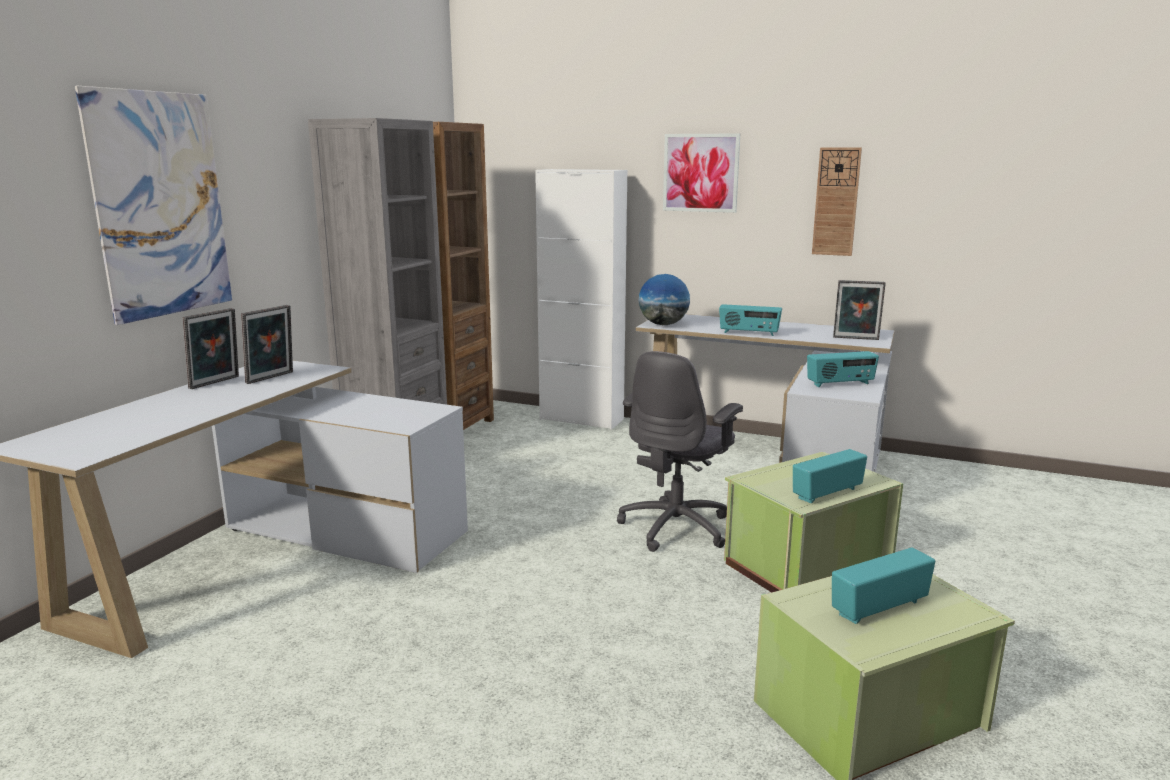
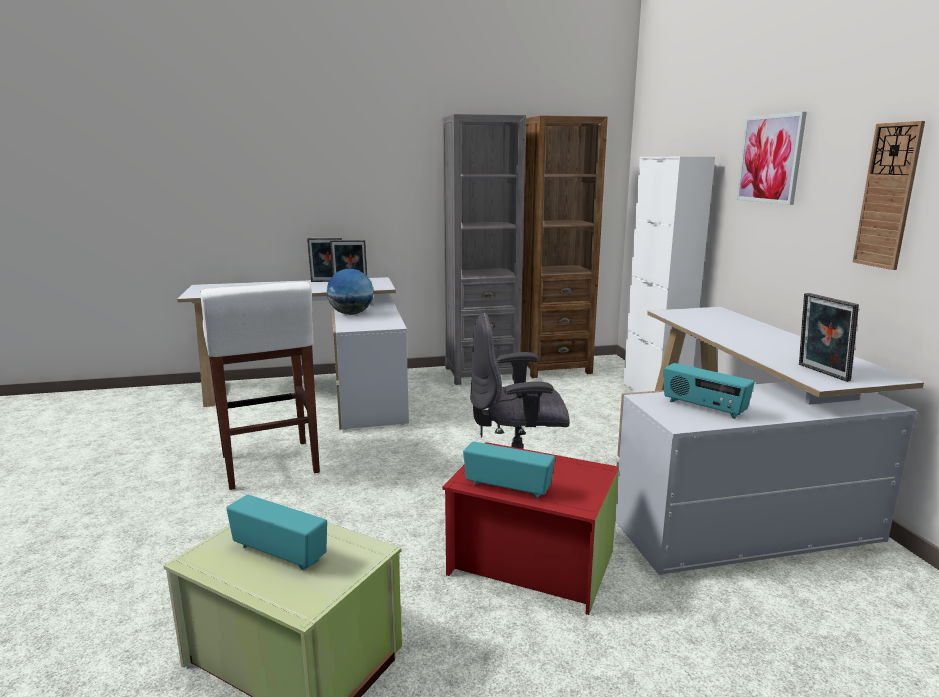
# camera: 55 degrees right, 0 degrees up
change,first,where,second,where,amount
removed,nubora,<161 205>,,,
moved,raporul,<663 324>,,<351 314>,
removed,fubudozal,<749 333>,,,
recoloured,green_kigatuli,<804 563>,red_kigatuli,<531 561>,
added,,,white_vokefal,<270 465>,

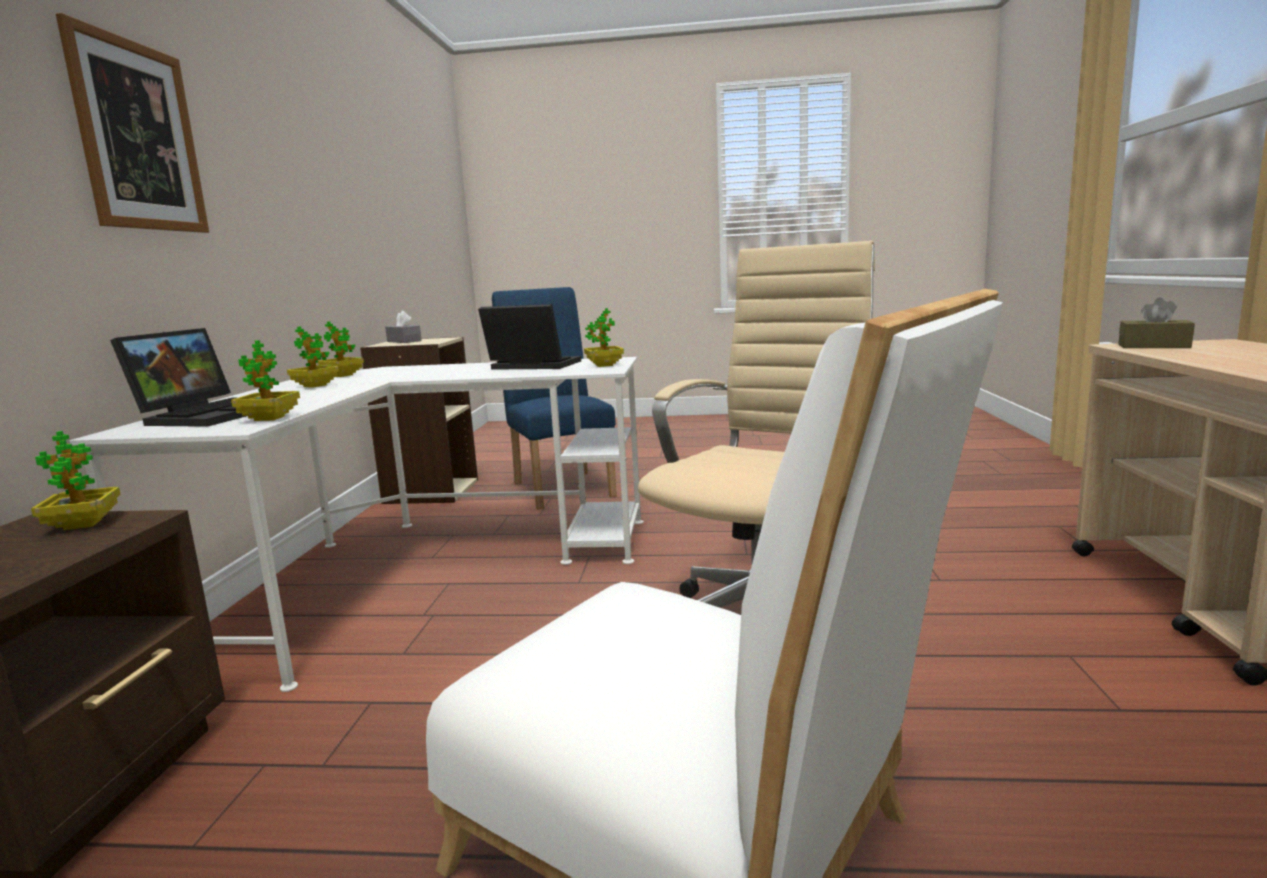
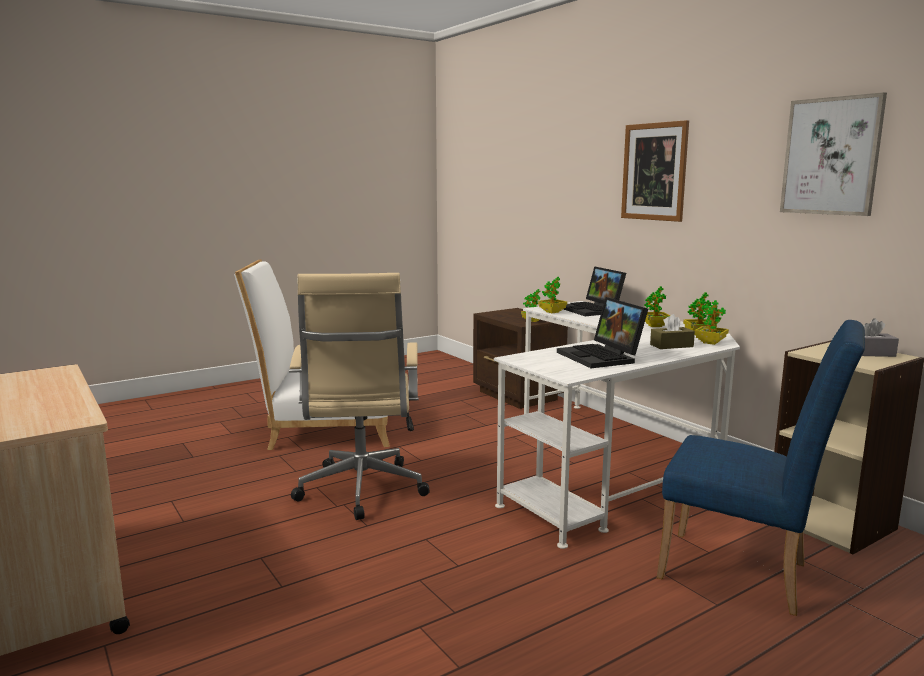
# camera: 140 degrees right, 0 degrees up
change,first,where,second,where,amount
turned,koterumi,<531 366>,,<602 357>,90 degrees clockwise
moved,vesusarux,<604 365>,,<710 342>,
moved,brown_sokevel,<1153 346>,,<671 345>,
added,,,nubora,<831 156>,

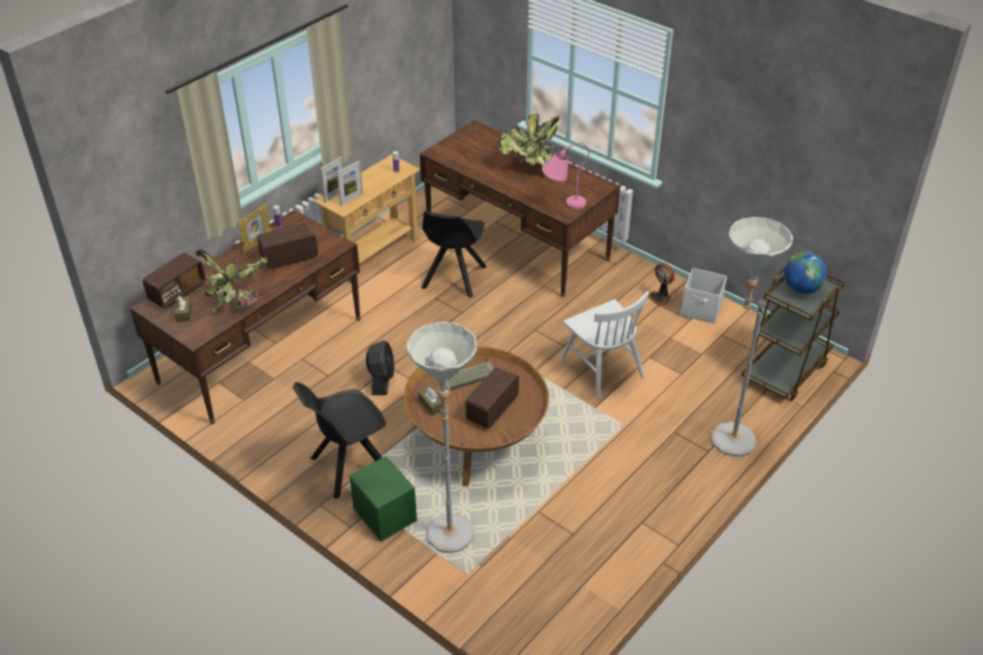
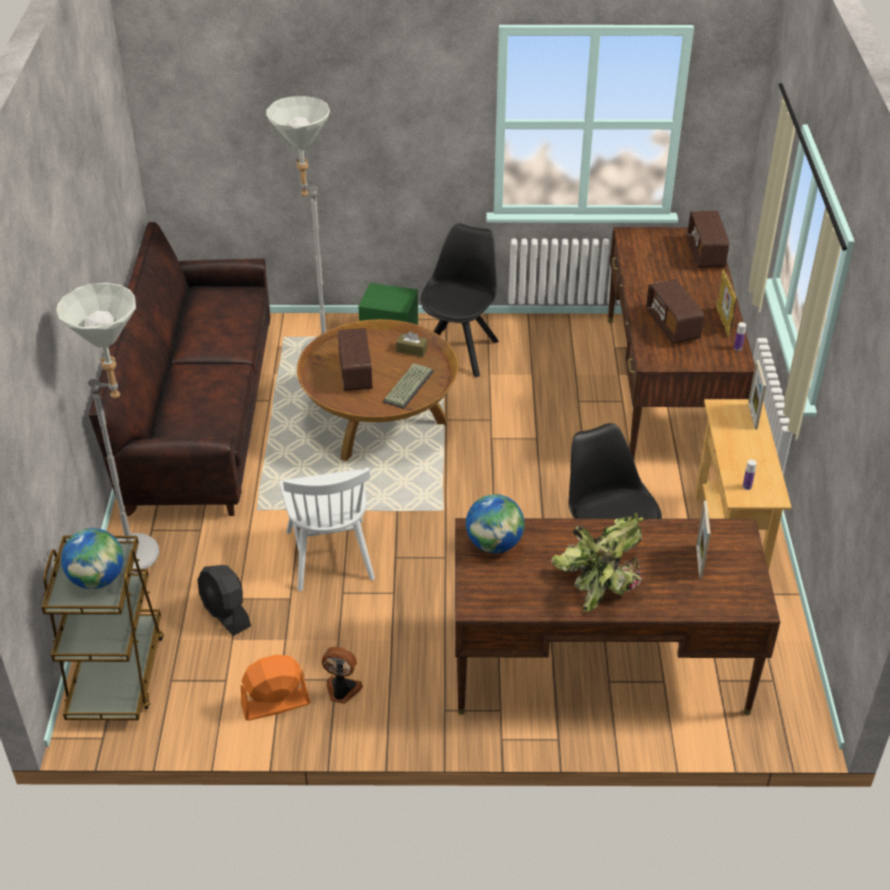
# camera: 140 degrees right, 0 degrees up
change,first,where,second,where,amount
removed,brown_sokevel,<184 313>,,,
removed,vesusarux,<238 300>,,,
turned,fubudozal,<289 258>,,<672 326>,135 degrees clockwise
moved,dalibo,<351 199>,,<699 561>,
moved,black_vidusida,<381 379>,,<225 613>,
replaced,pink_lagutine,<562 204>,raporul,<494 544>,
turned,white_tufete,<602 368>,,<330 554>,120 degrees counterclockwise
replaced,white_kigatuli,<702 310>,orange_vidusida,<275 704>,
added,,,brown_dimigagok,<199 417>,

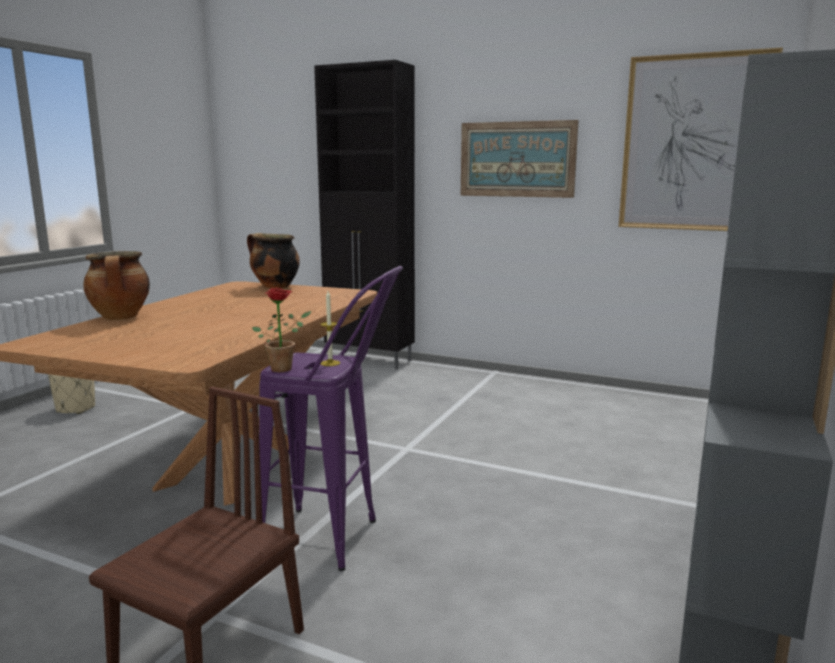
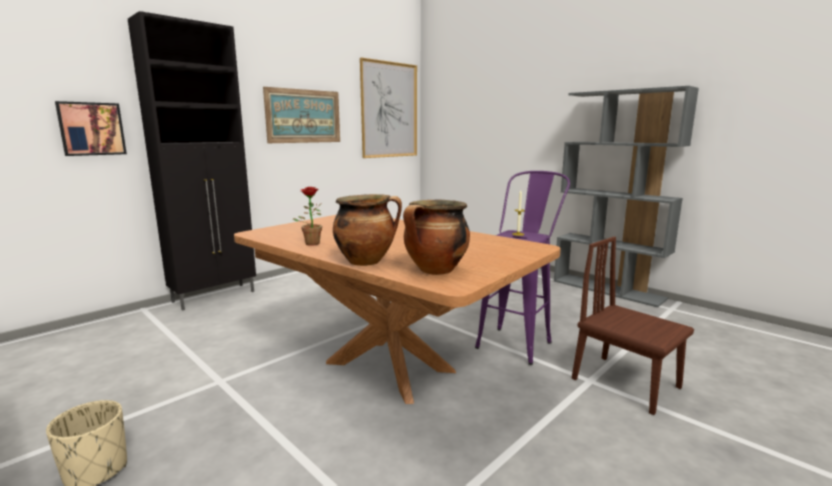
# camera: 70 degrees left, 0 degrees up
change,first,where,second,where,amount
moved,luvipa,<274 287>,,<435 271>,
moved,vesusarux,<285 368>,,<311 243>,
added,,,nubora,<91 129>,

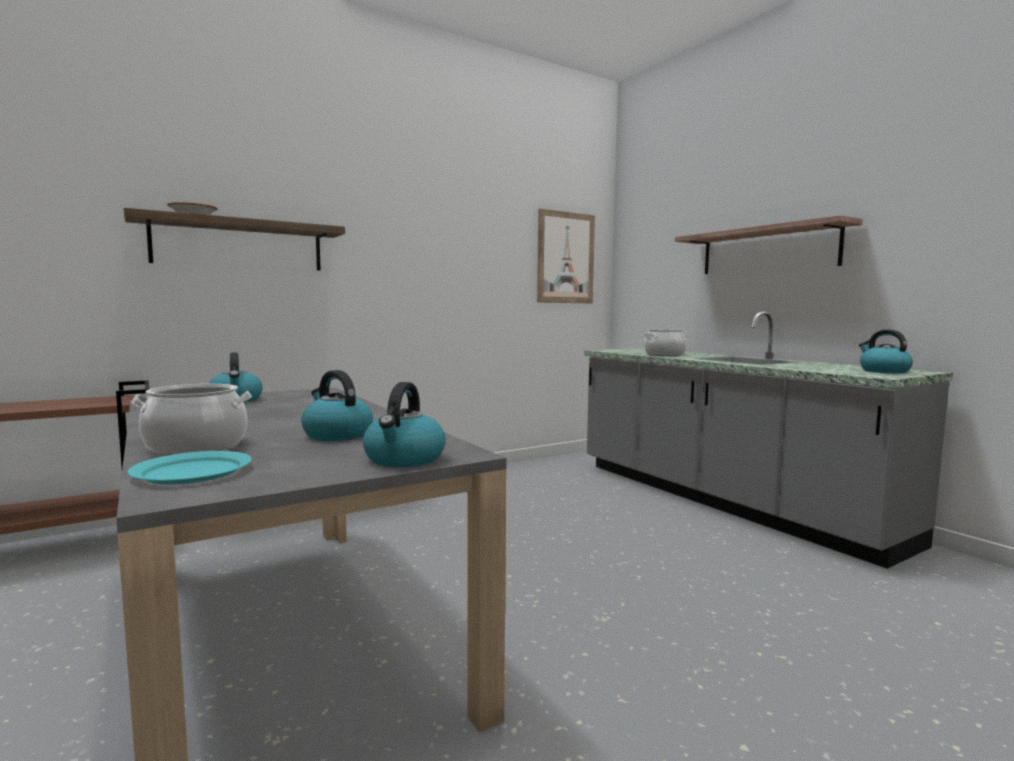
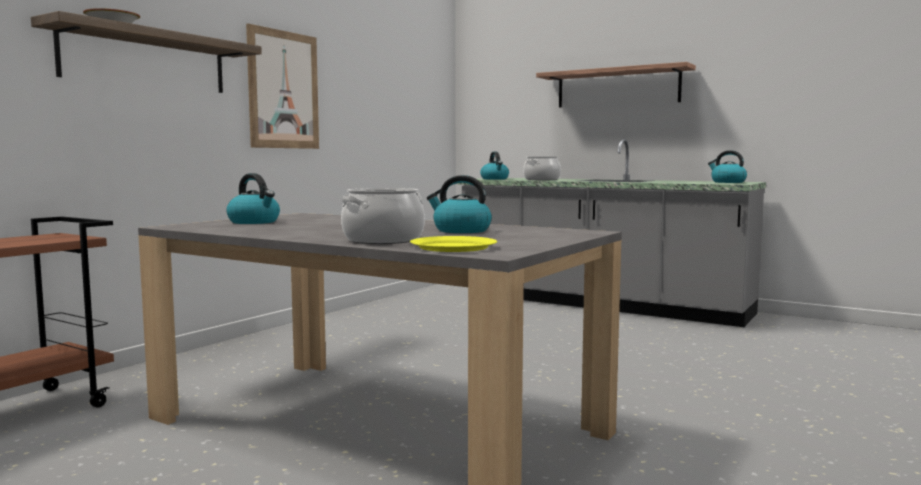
# camera: 25 degrees left, 0 degrees up
change,first,where,second,where,amount
recoloured,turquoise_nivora,<193 471>,yellow_nivora,<453 247>,
moved,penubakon,<404 459>,,<495 179>,
moved,nubora,<565 258>,,<283 90>,

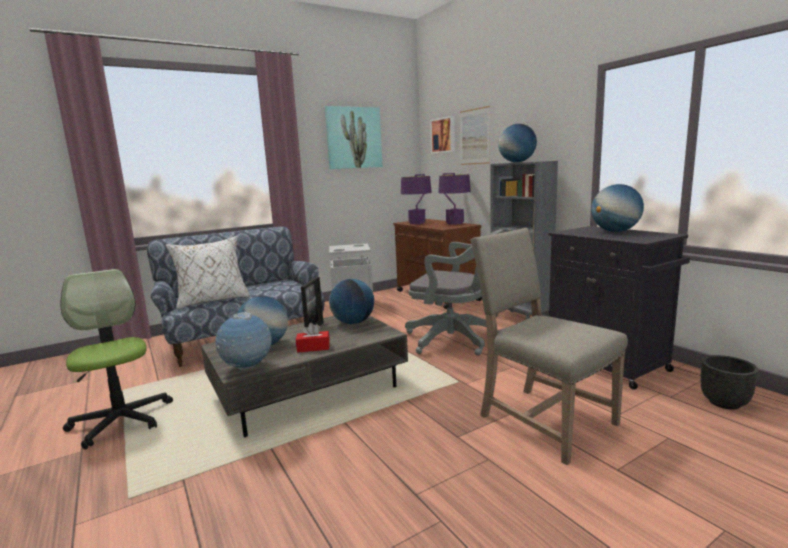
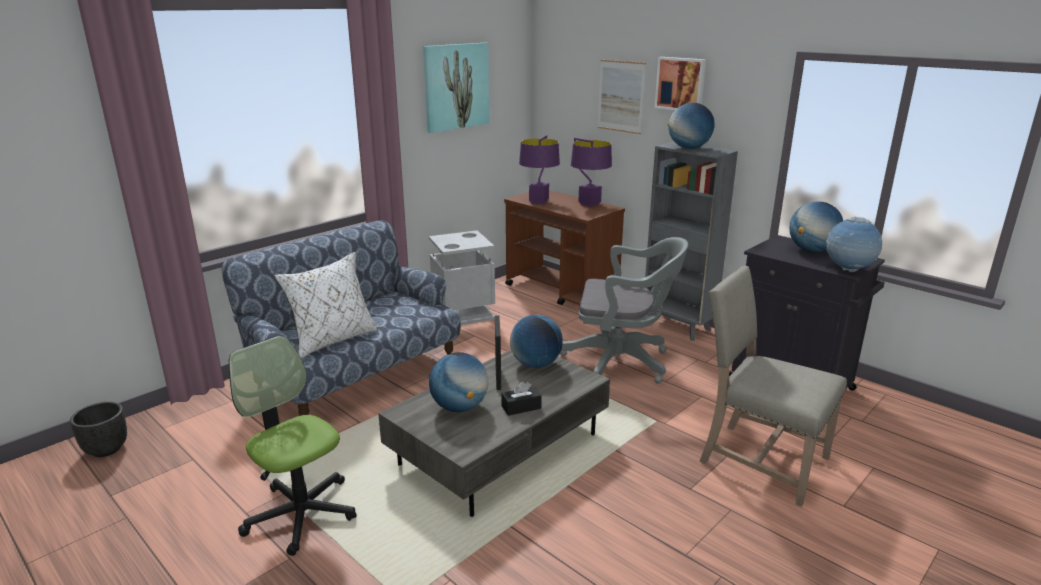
# camera: 15 degrees left, 10 degrees up
change,first,where,second,where,amount
moved,raporul,<247 368>,,<848 270>,
recoloured,red_sokevel,<313 348>,black_sokevel,<521 407>,
moved,nubora,<444 135>,,<681 84>,
moved,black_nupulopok,<725 403>,,<107 449>,

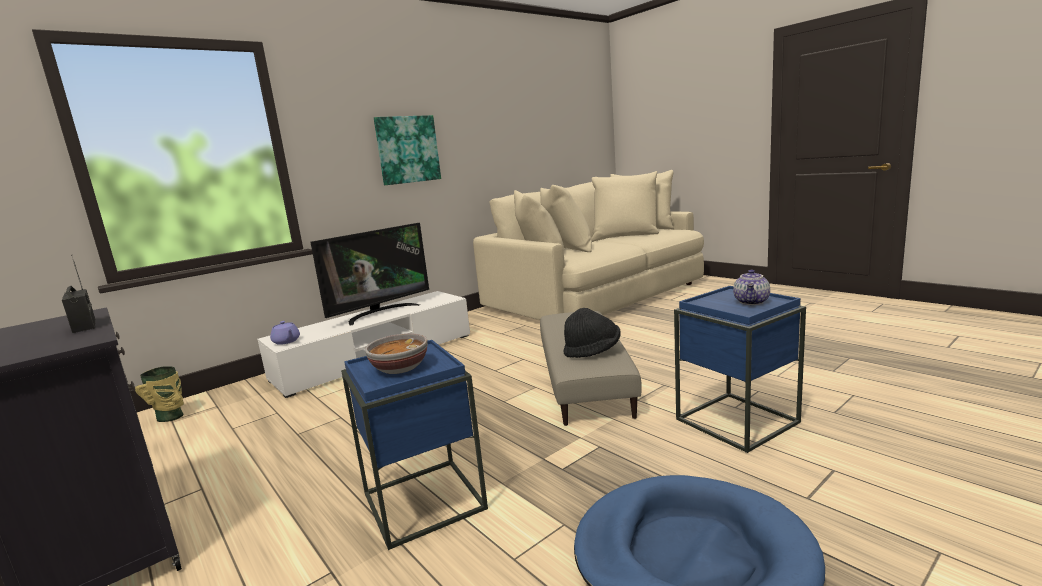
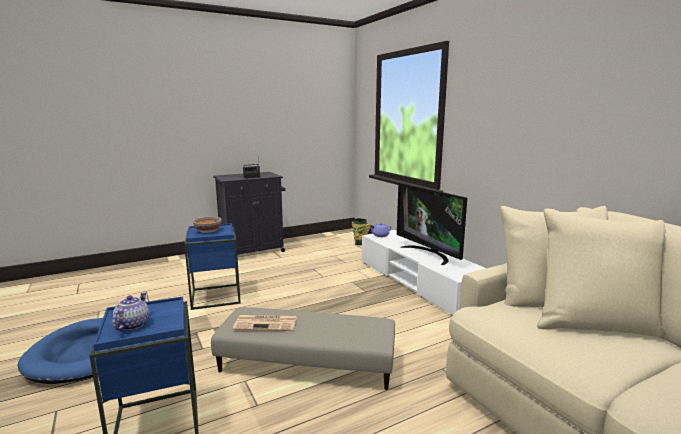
# camera: 100 degrees right, 0 degrees up
change,first,where,second,where,amount
removed,nubora,<407 149>,,,
replaced,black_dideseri,<592 351>,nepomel,<267 323>,
turned,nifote,<752 302>,,<132 324>,60 degrees clockwise

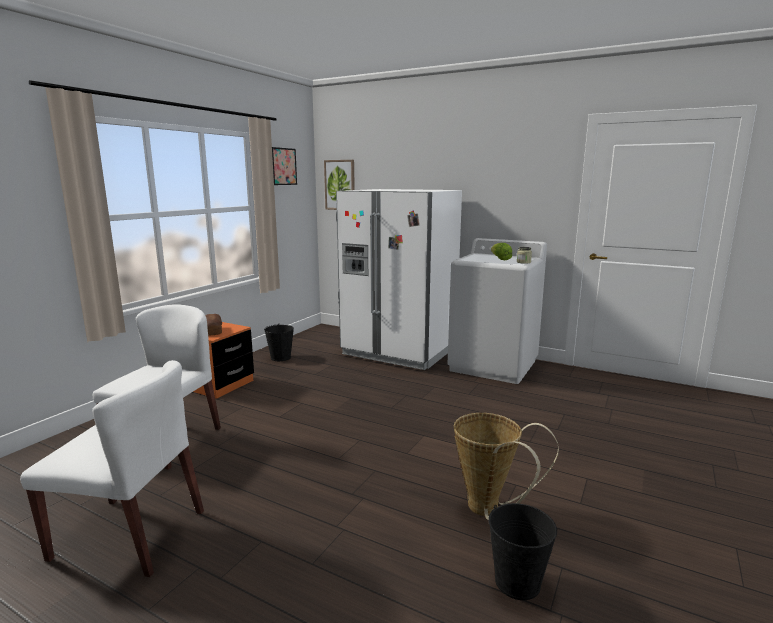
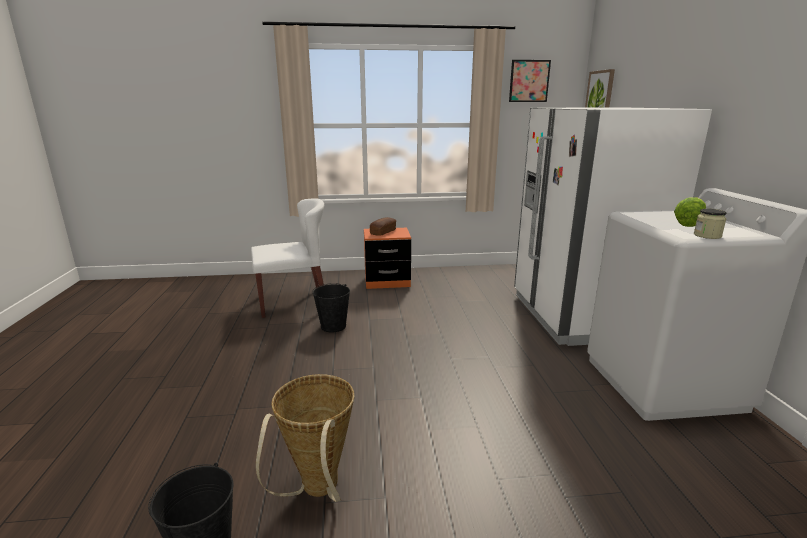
# camera: 55 degrees right, 5 degrees up
change,first,where,second,where,amount
removed,white_tufete,<130 534>,,,
moved,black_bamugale,<281 357>,,<333 326>,

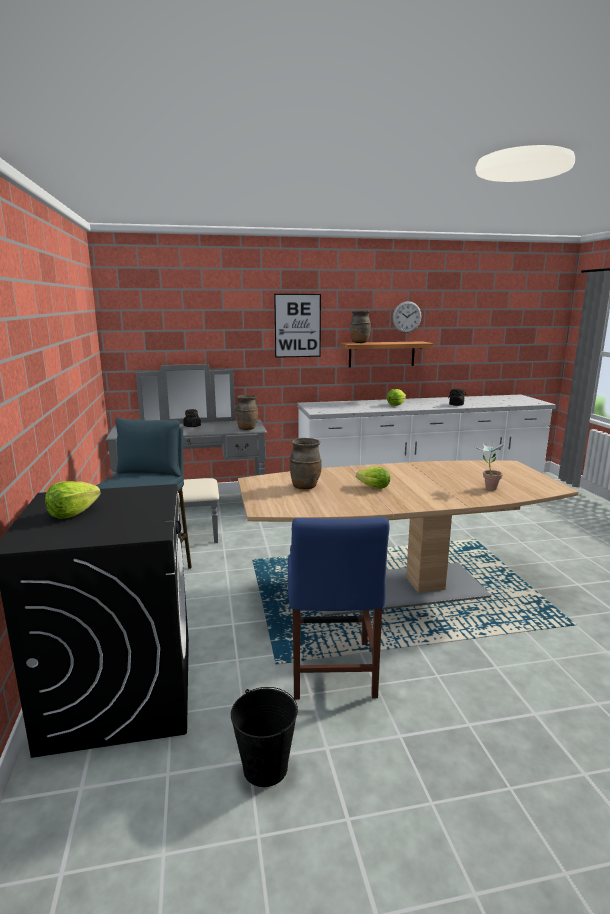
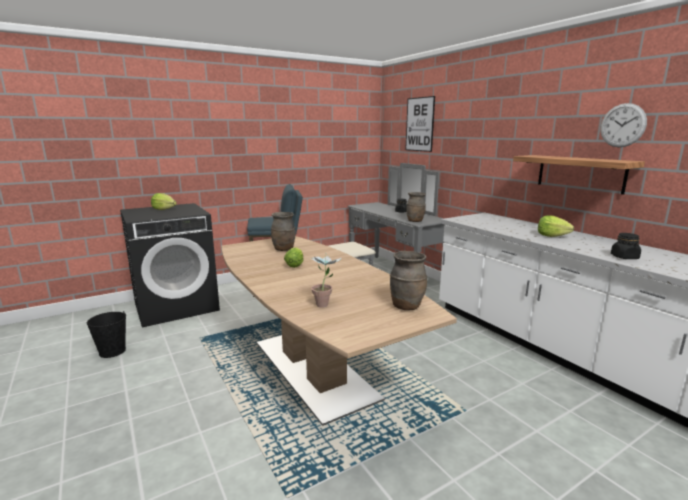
# camera: 70 degrees right, 0 degrees up
change,first,where,second,where,amount
moved,nubora,<297 325>,,<419 124>,
removed,blue_tufete,<332 673>,,,
moved,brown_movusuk,<359 343>,,<406 306>,

